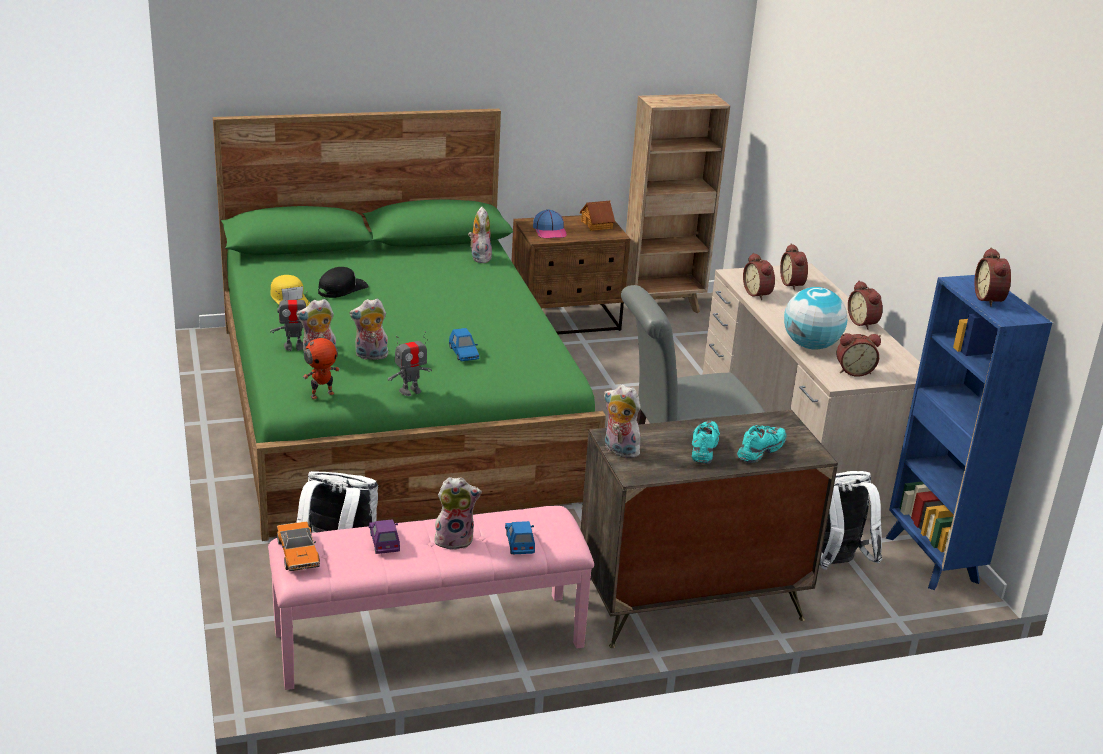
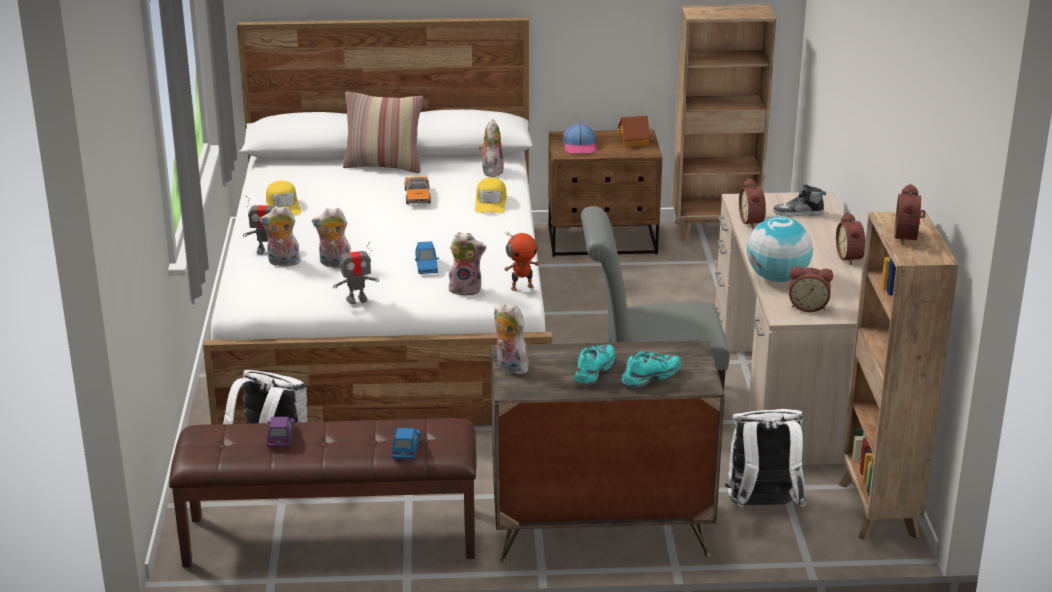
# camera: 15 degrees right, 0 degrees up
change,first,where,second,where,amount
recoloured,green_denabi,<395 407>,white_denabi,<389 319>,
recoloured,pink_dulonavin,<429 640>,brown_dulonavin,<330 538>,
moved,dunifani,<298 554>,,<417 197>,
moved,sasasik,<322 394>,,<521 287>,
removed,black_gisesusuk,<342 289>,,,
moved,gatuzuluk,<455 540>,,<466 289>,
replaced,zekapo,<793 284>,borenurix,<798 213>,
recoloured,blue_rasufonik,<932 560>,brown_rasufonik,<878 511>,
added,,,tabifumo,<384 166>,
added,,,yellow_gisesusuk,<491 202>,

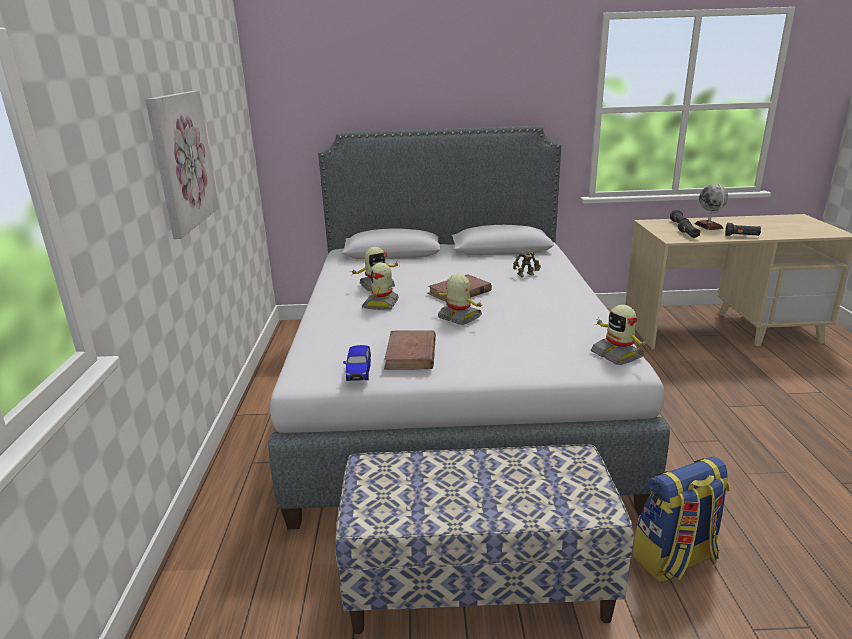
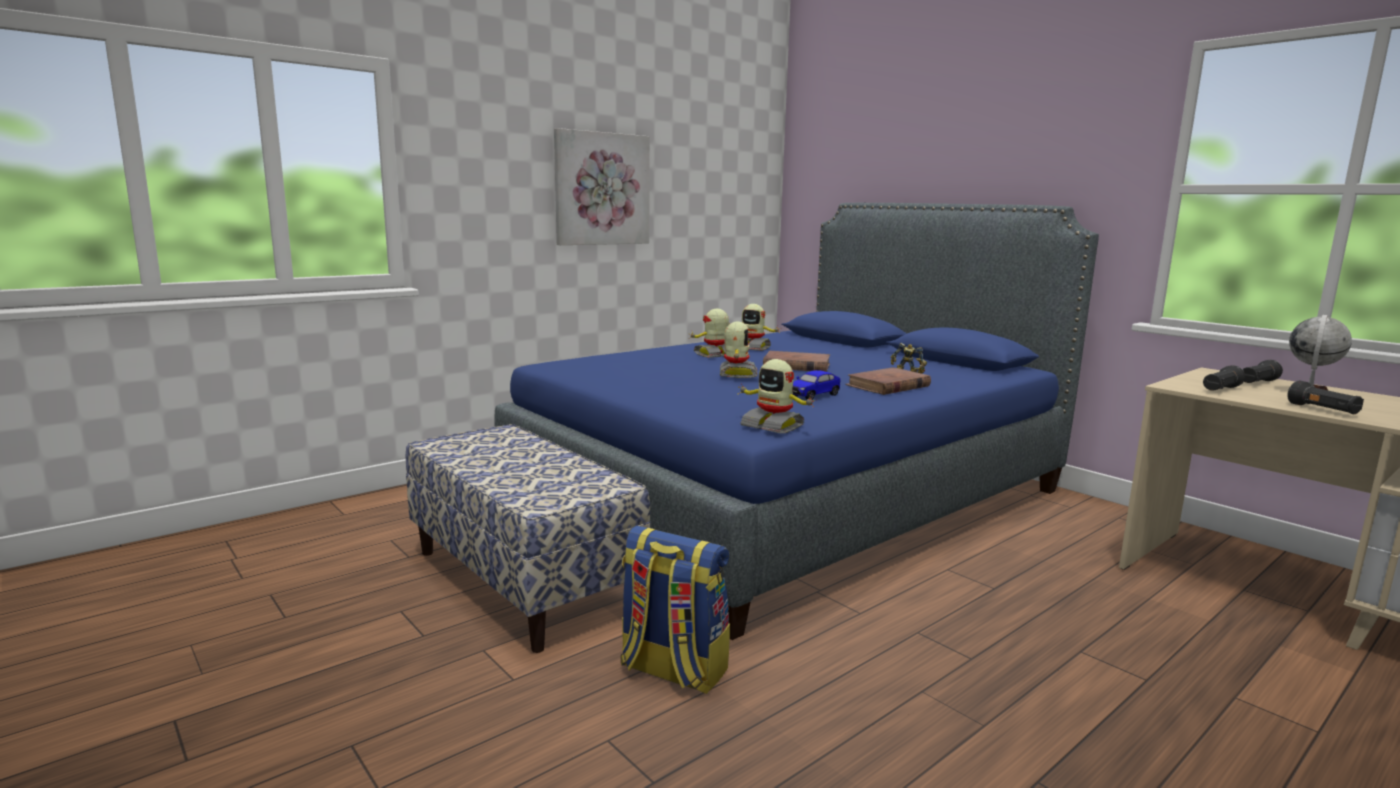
# camera: 50 degrees right, 10 degrees down
change,first,where,second,where,amount
recoloured,grey_denabi,<451 391>,blue_denabi,<790 494>,
moved,dunifani,<359 372>,,<814 396>,
moved,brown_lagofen,<411 354>,,<888 386>,
turned,sasasik,<617 354>,,<773 426>,75 degrees counterclockwise

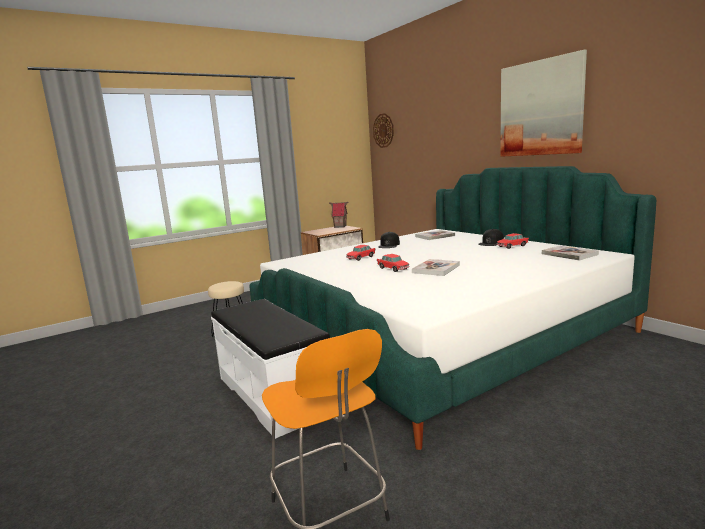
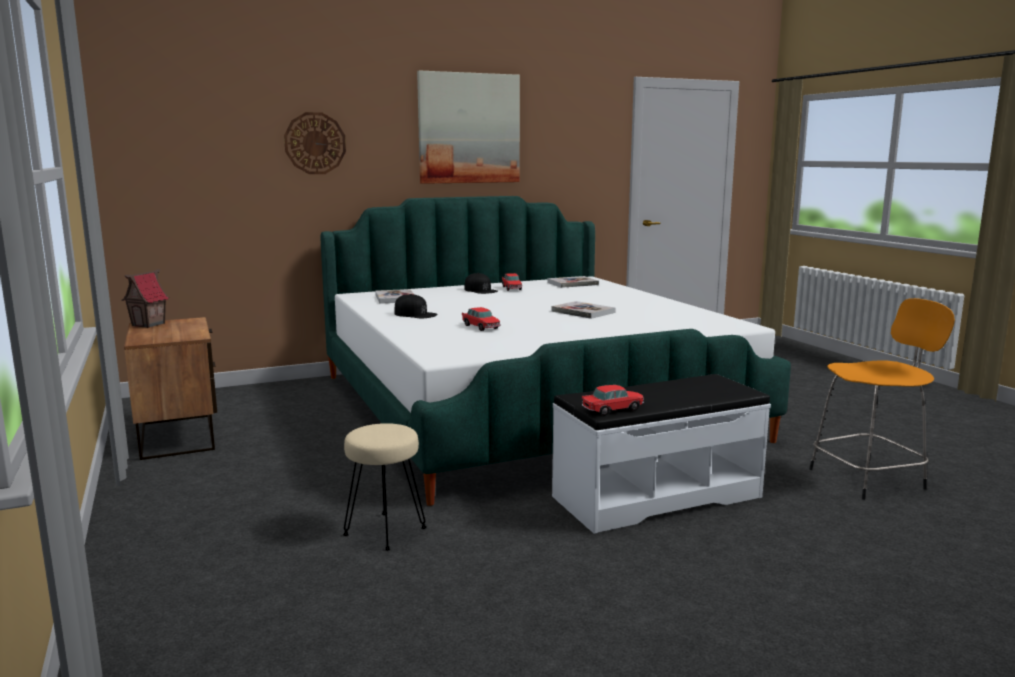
# camera: 80 degrees left, 0 degrees up
change,first,where,second,where,amount
moved,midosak,<383 130>,,<315 143>,
moved,dunifani,<393 269>,,<613 409>,

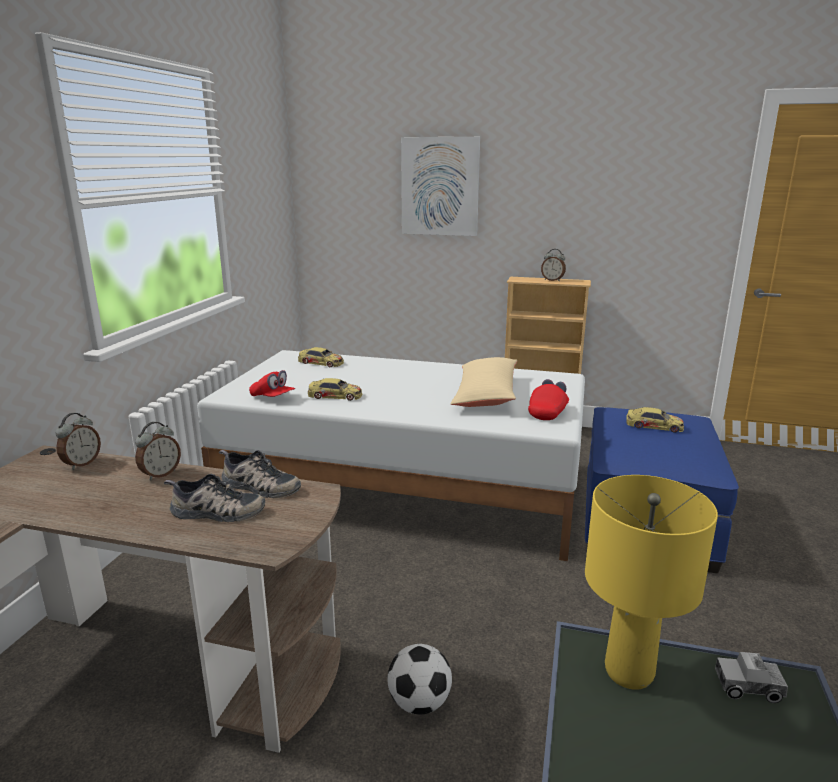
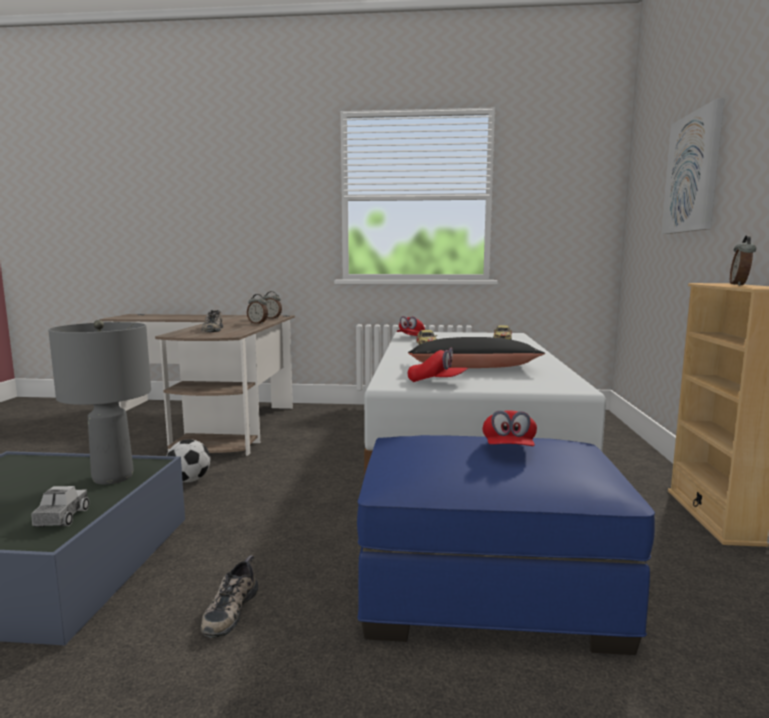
# camera: 80 degrees right, 10 degrees down
change,first,where,second,where,amount
moved,borenurix,<258 487>,,<229 609>,
recoloured,beige_tabifumo,<485 394>,black_tabifumo,<472 368>,
recoloured,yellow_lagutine,<630 672>,grey_lagutine,<112 477>,
replaced,dunifani,<654 426>,red_gisesusuk,<508 450>,

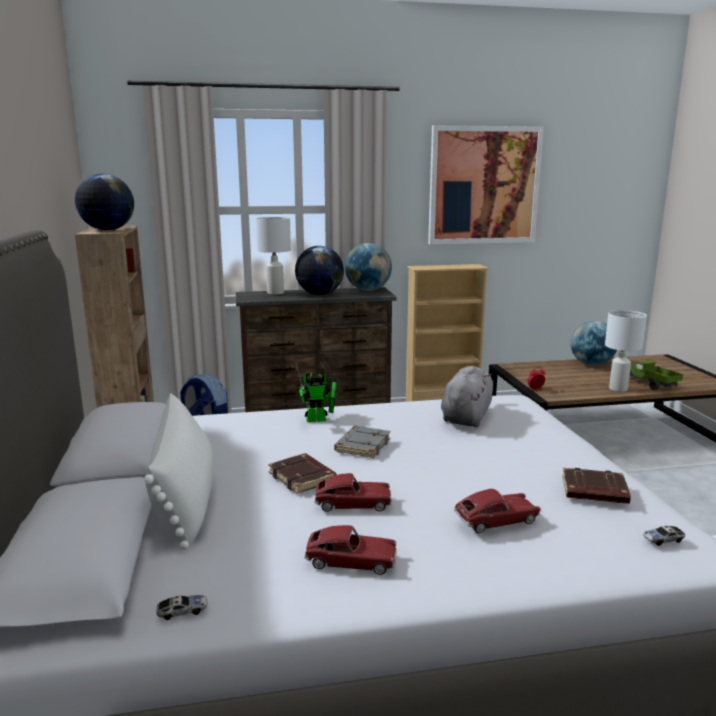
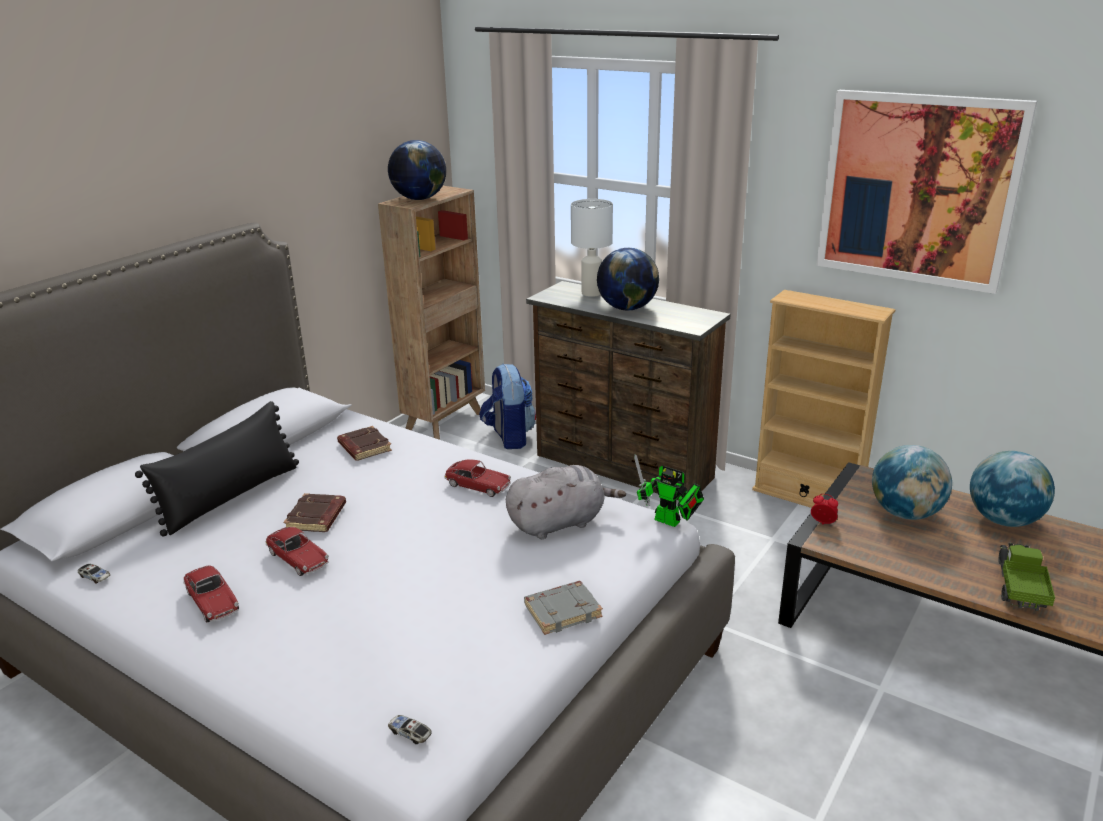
# camera: 45 degrees right, 10 degrees up
change,first,where,second,where,amount
recoloured,white_tabifumo,<186 498>,black_tabifumo,<231 496>,
moved,sasasik,<319 419>,,<670 522>,
moved,grey_lagofen,<362 445>,,<563 611>,
moved,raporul,<368 290>,,<905 513>,
moved,dunifani,<496 520>,,<478 485>,
moved,brown_lagofen,<593 491>,,<363 447>,
removed,white_lagutine,<618 389>,,,

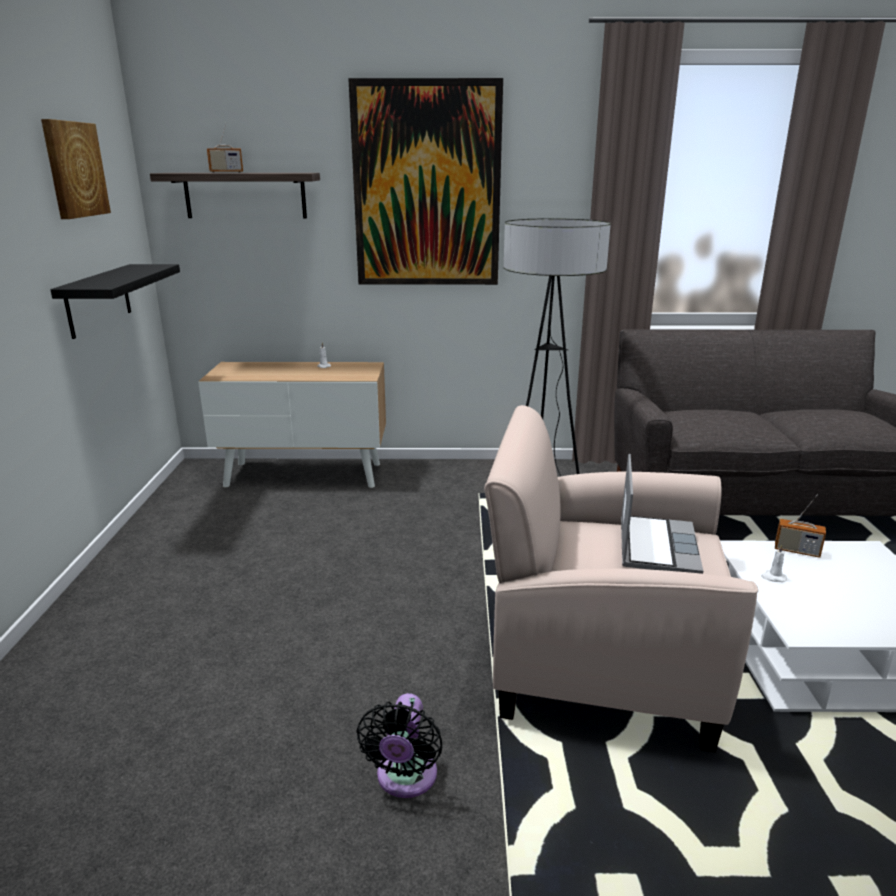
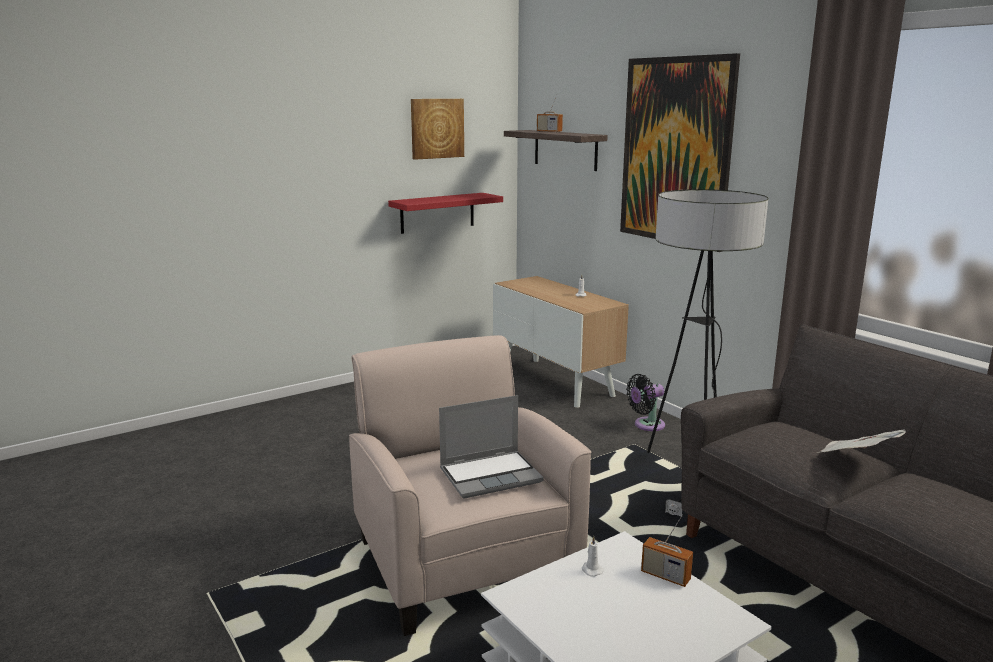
# camera: 55 degrees right, 5 degrees down
change,first,where,second,where,amount
recoloured,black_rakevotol,<98 300>,red_rakevotol,<437 213>,
moved,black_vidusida,<405 779>,,<646 425>,
turned,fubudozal,<796 551>,,<665 576>,45 degrees counterclockwise
added,,,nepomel,<856 460>,

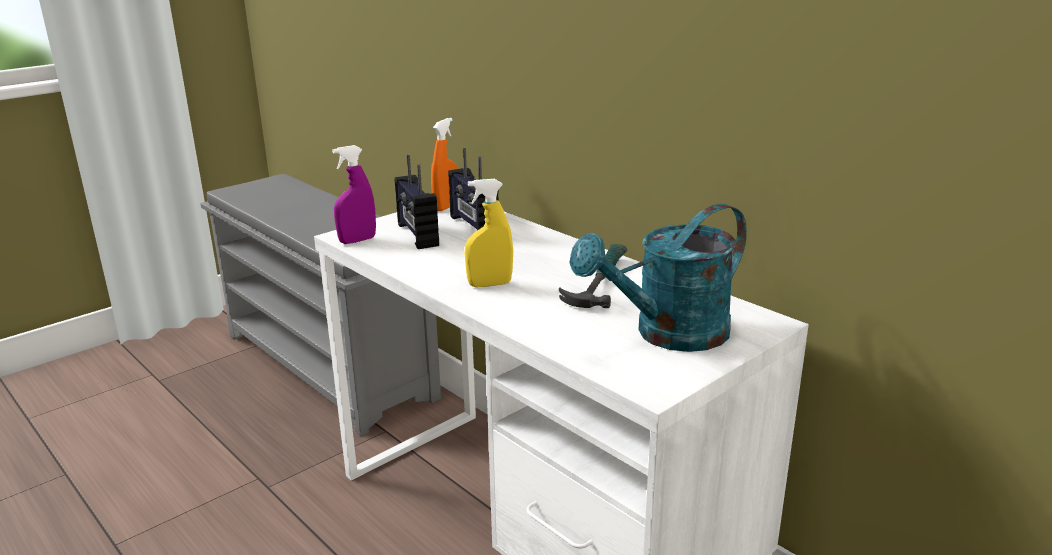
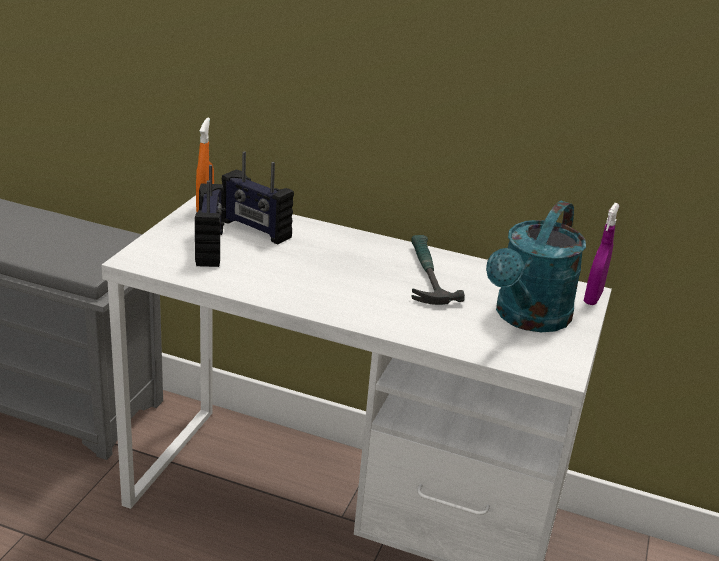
# camera: 30 degrees left, 5 degrees up
change,first,where,second,where,amount
moved,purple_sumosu,<357 240>,,<592 298>,
turned,fubudozal,<417 235>,,<211 248>,135 degrees counterclockwise
removed,yellow_sumosu,<490 284>,,,

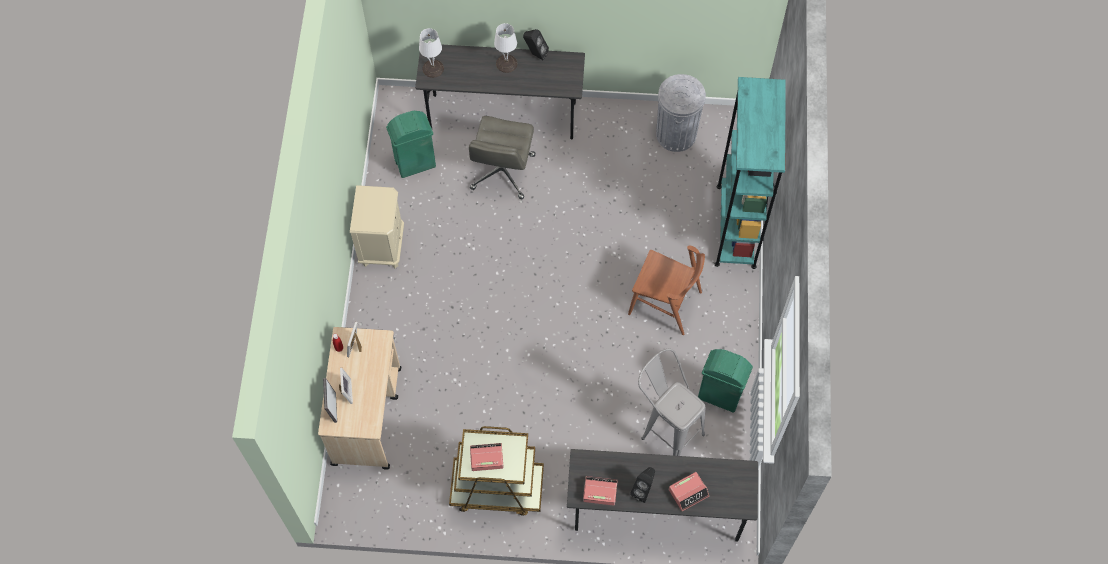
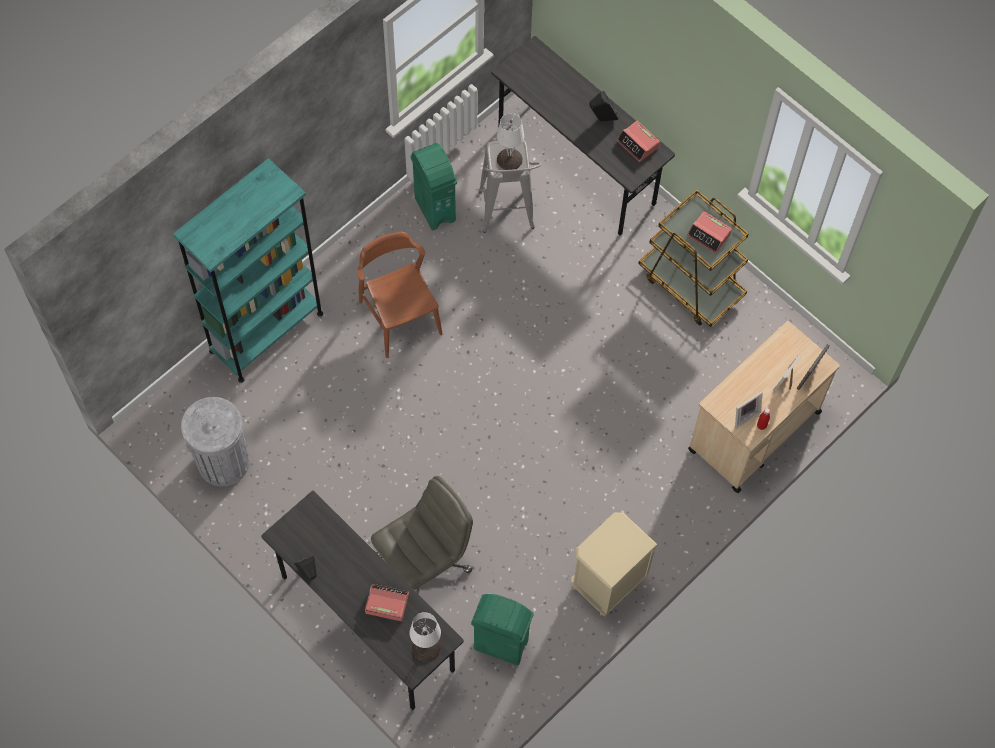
# camera: 140 degrees left, 0 degrees up
change,first,where,second,where,amount
moved,white_lagutine,<507 64>,,<509 159>,
moved,zekapo,<688 492>,,<387 603>,

